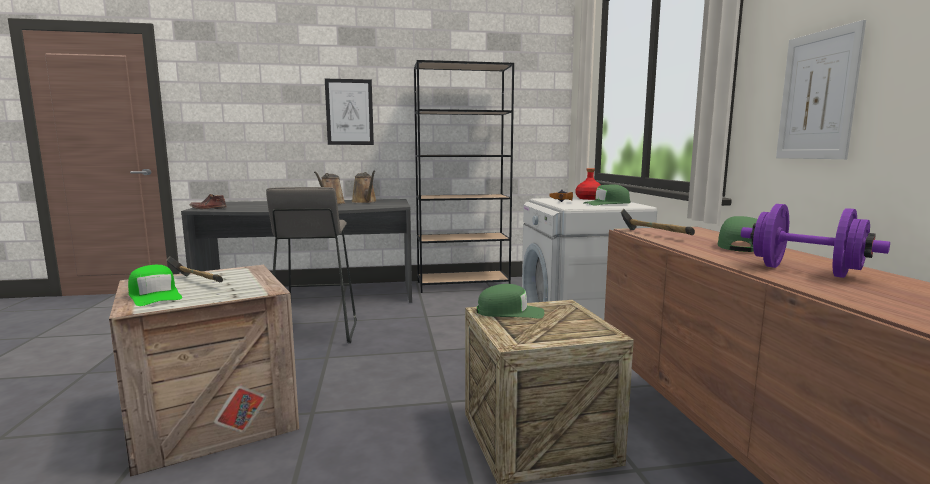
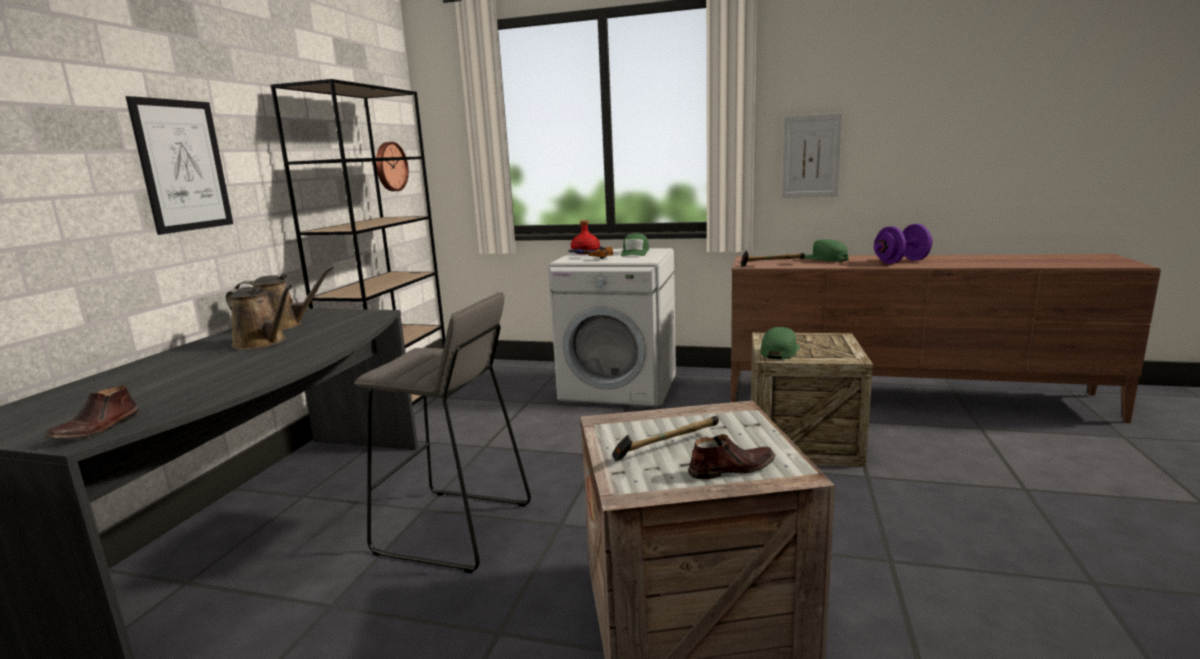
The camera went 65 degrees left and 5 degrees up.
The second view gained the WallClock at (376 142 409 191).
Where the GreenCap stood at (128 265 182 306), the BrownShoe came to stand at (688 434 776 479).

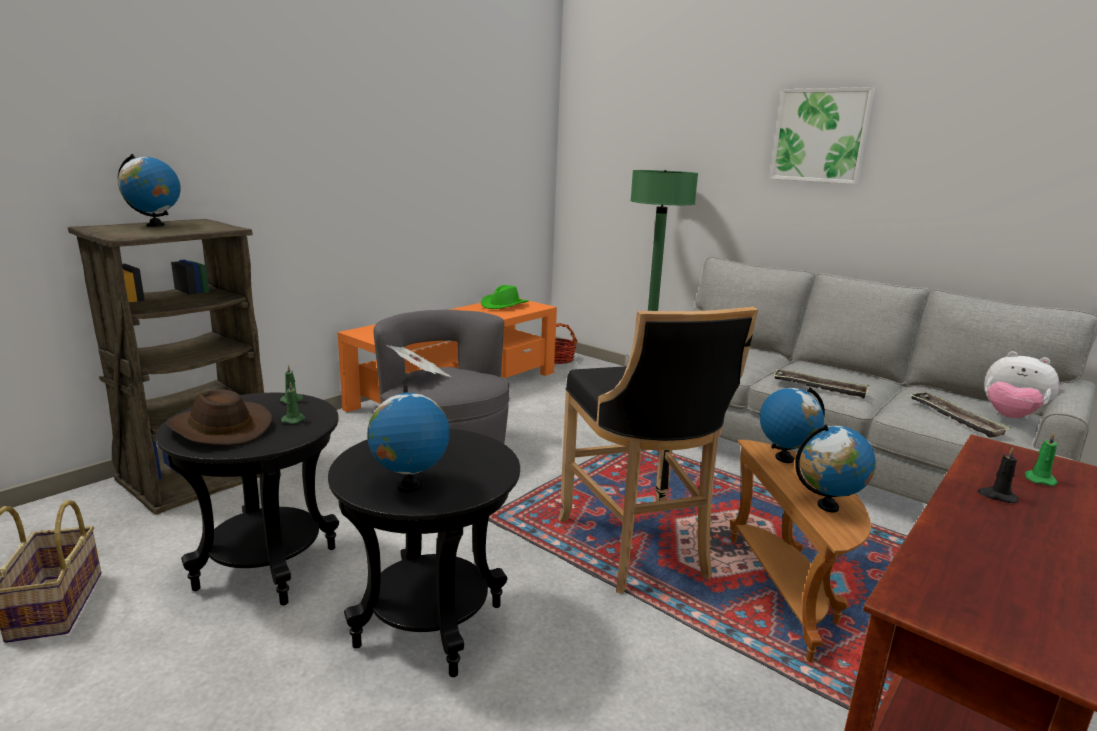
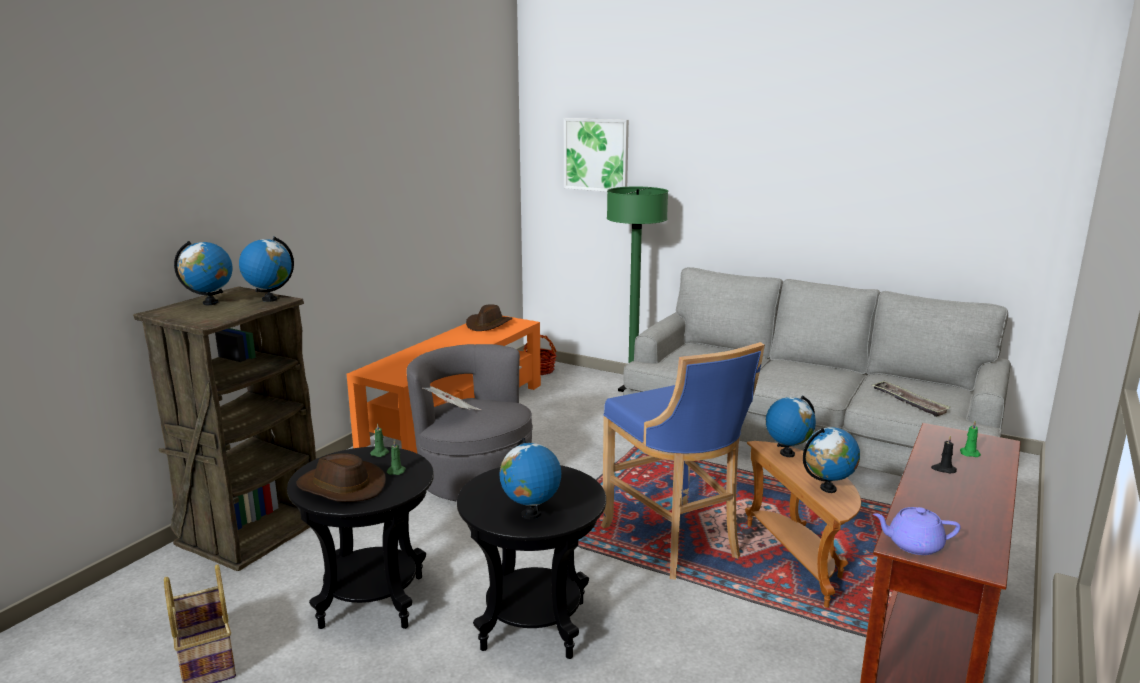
The camera went 10 degrees left and 0 degrees up.
The second view lost the Tray at (773 369 870 398).
The second view lost the PlushToy at (984 351 1060 420).
The second view gained the Globe at (239 236 294 302).
The second view gained the PurpleTeapot at (873 507 961 555).
The Picture ended up elsewhere, having gone from (770 87 875 184) to (564 118 629 192).
What was the GreenHat at (481 285 529 309) turned into the BrownHat at (466 305 512 331).
What was the BlackStool at (558 307 758 594) turned into the BlueStool at (601 342 765 579).

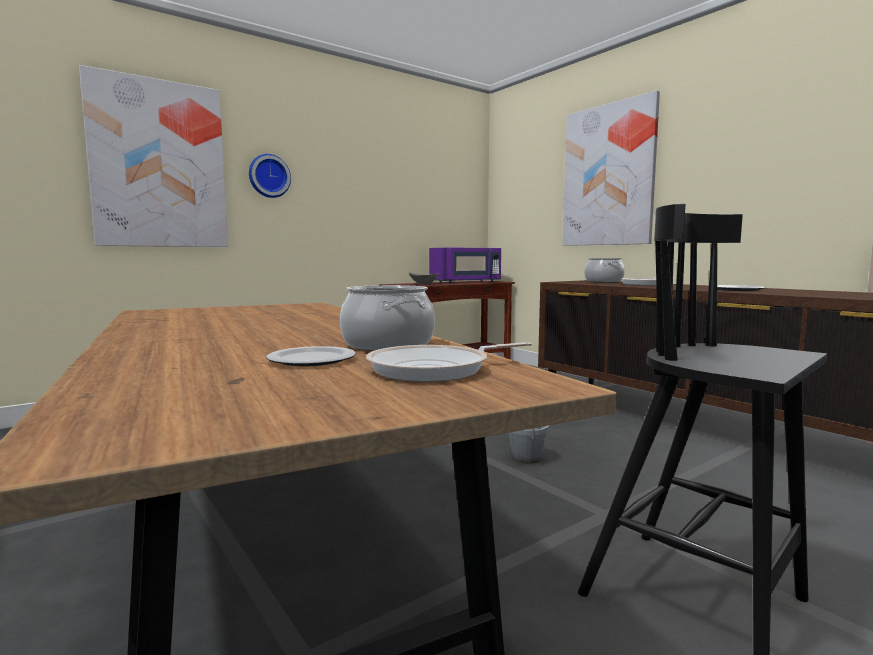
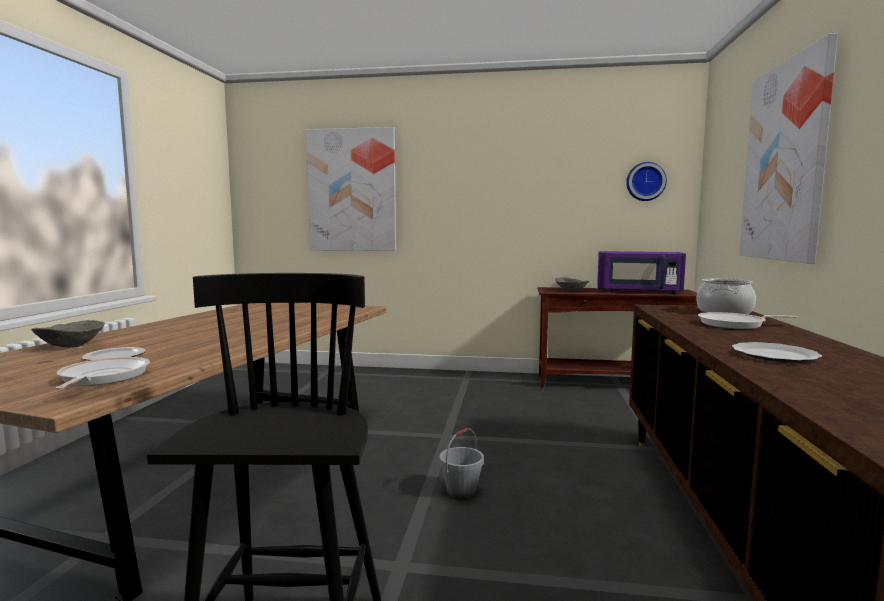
The camera went 45 degrees right and 0 degrees up.
The second view lost the CookingPot at (340 285 435 351).
The second view gained the GreyBowl at (31 320 105 347).
The WallClock ended up elsewhere, having gone from (249 154 291 198) to (626 162 667 201).
The FryingPan at (366 342 532 382) ended up facing another way, 60 degrees clockwise from before.

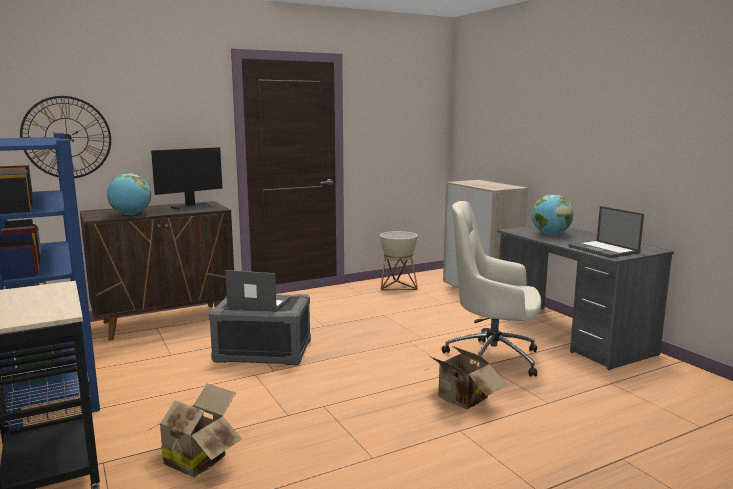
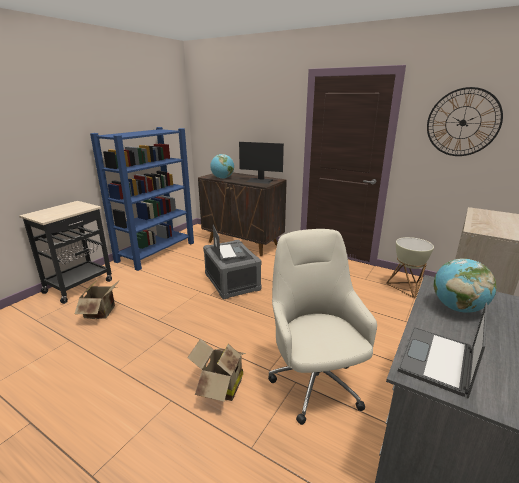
The camera went 60 degrees right and 10 degrees up.
The WallClock ended up elsewhere, having gone from (20 96 111 178) to (427 87 503 156).

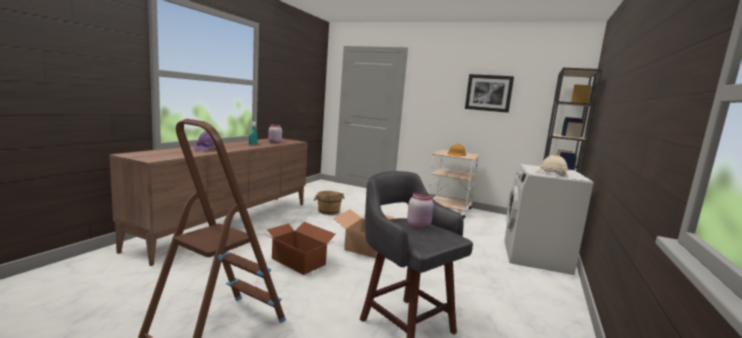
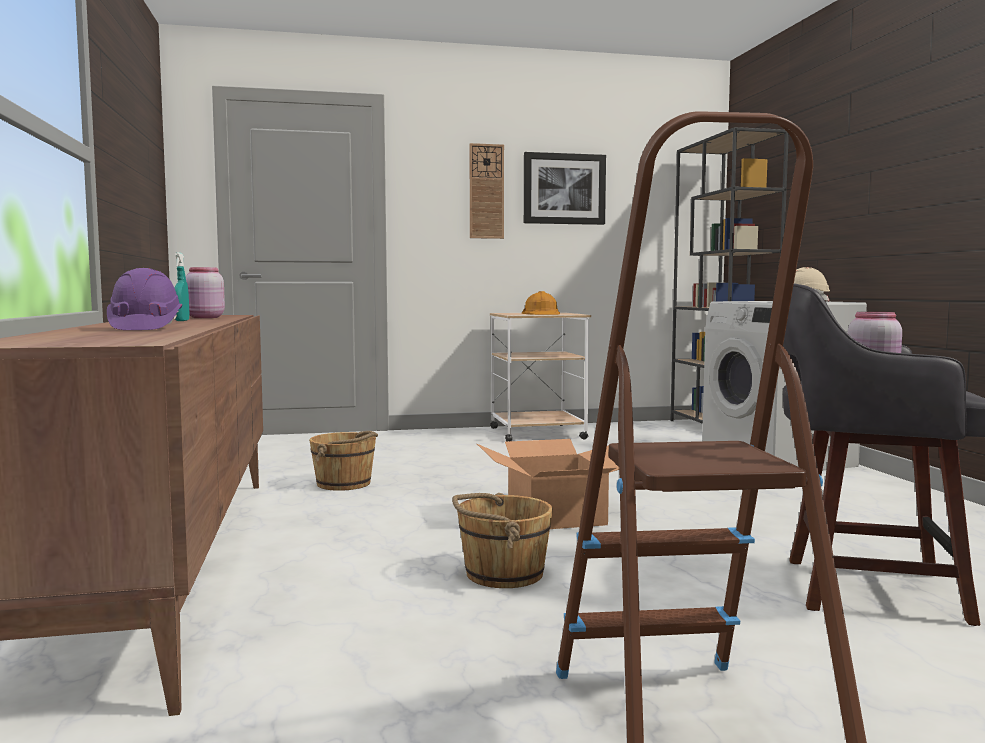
The camera went 35 degrees left and 5 degrees down.
The second view gained the WallClock at (470 143 504 239).
Where the CardboardBox stood at (264 222 336 275), the BrownBucket came to stand at (452 493 553 588).

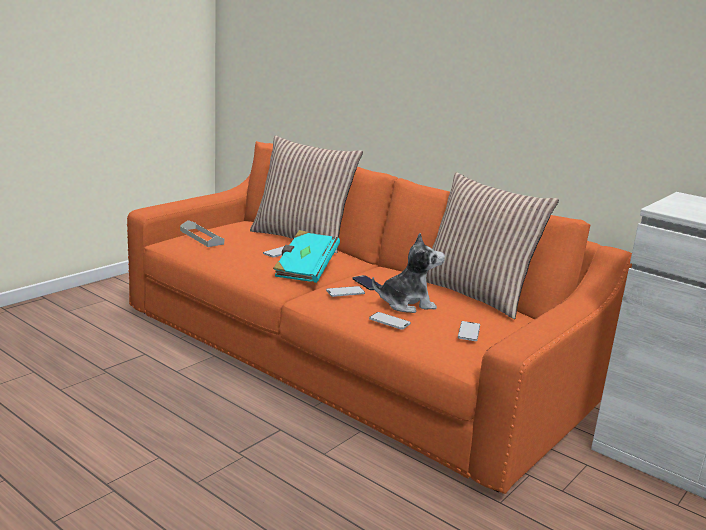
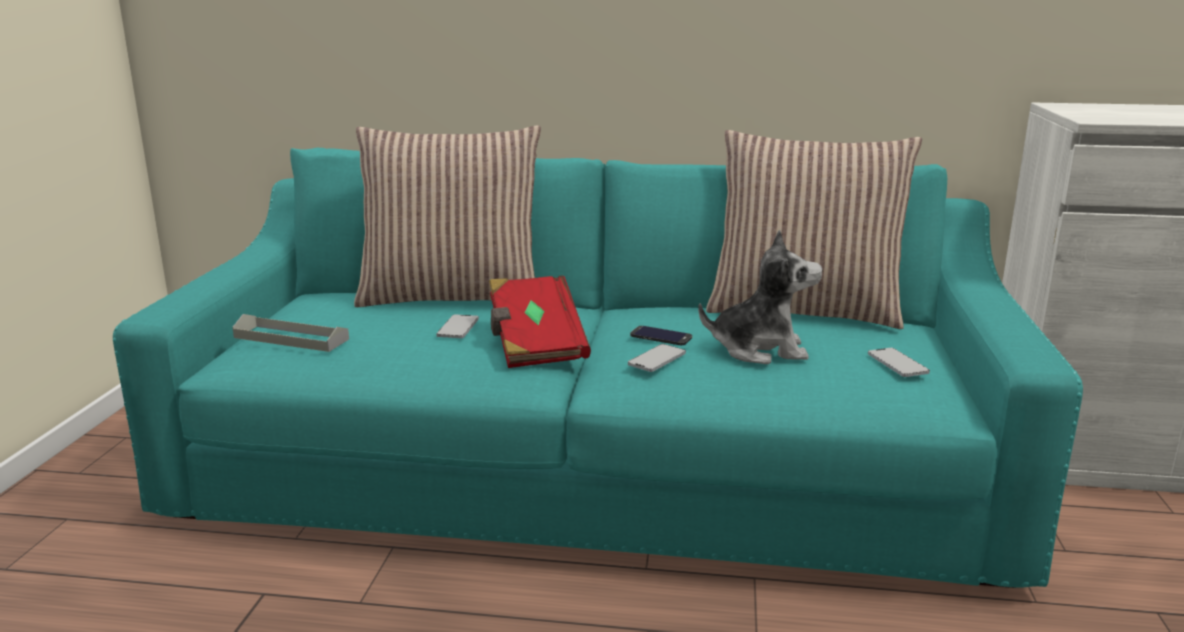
The camera went 30 degrees left and 0 degrees up.
The second view lost the Phone at (369 312 411 330).
What was the OrangeSofa at (127 141 632 494) turned into the TurquoiseSofa at (113 148 1083 588).
What was the TurquoiseBook at (273 230 340 283) turned into the RedBook at (489 276 591 368).
The PlushToy at (372 233 445 313) ended up facing another way, 45 degrees clockwise from before.

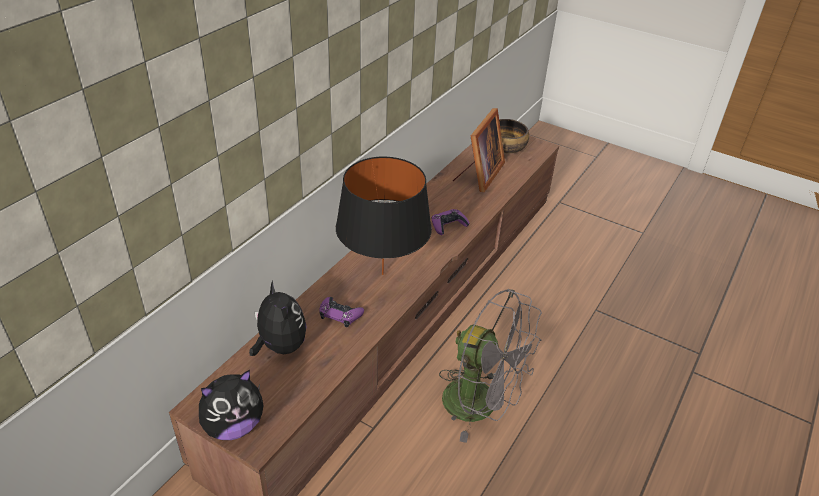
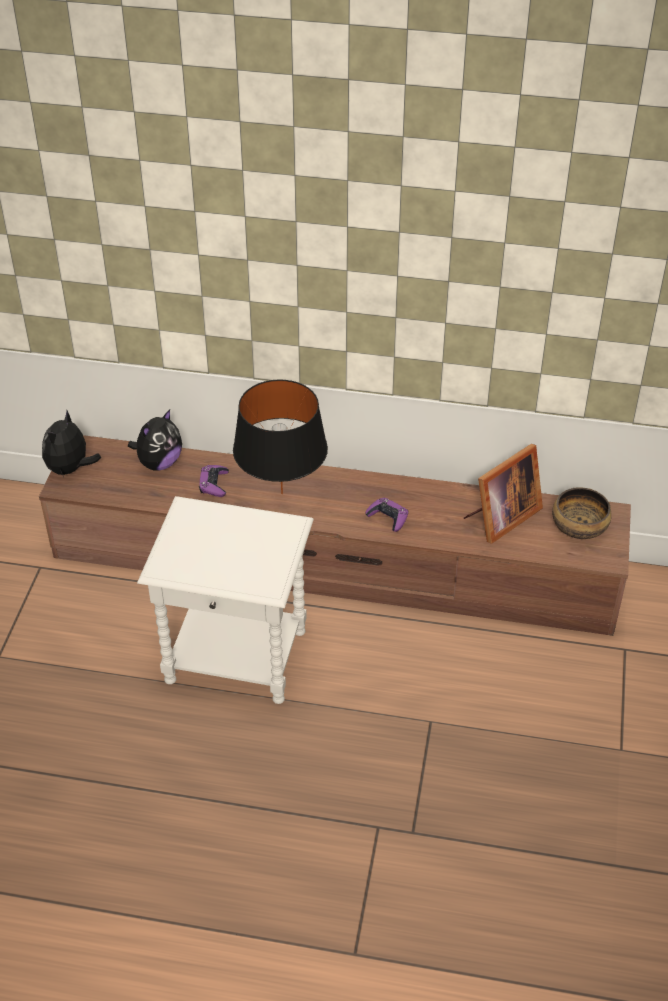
The camera went 70 degrees right and 5 degrees up.
Where the GreyFan stood at (439 289 542 443), the WhiteSideTable came to stand at (137 496 314 704).
The PlushToy at (199 369 263 440) ended up facing another way, 75 degrees clockwise from before.
The PictureFrame at (453 108 505 192) ended up facing another way, 45 degrees counterclockwise from before.

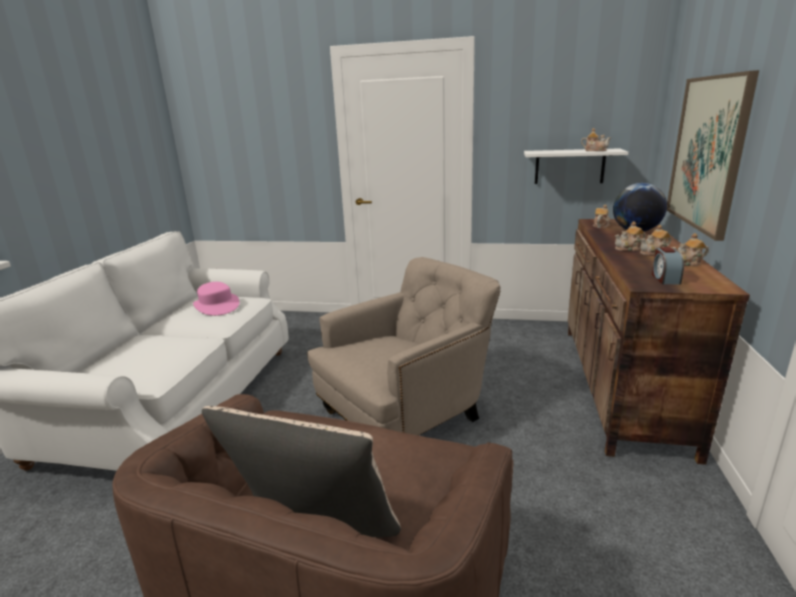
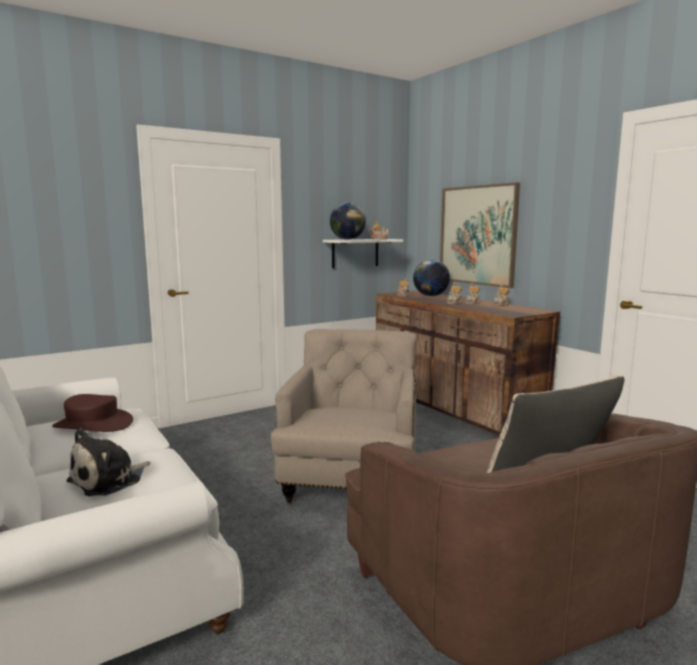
The camera went 45 degrees left and 10 degrees down.
The second view lost the AlarmClock at (652 247 684 284).
The second view gained the PlushToy at (66 428 150 496).
The second view gained the Globe at (330 202 366 240).
What was the PinkHat at (193 282 239 316) turned into the BrownHat at (52 394 133 432).

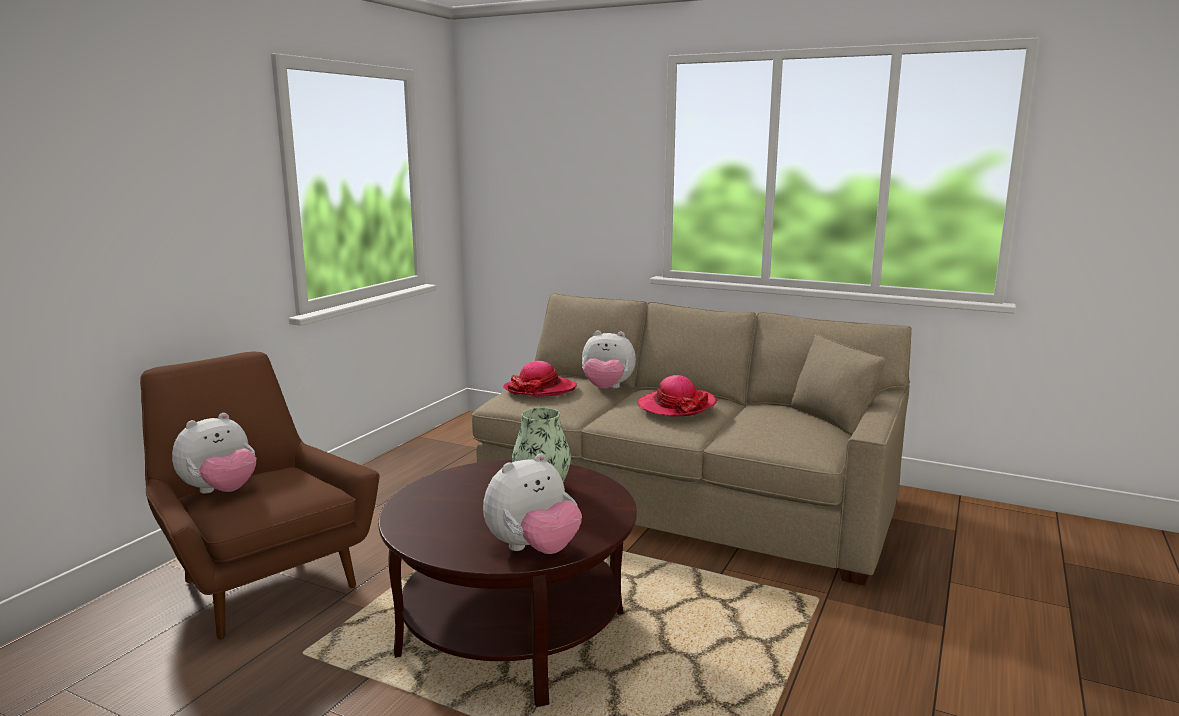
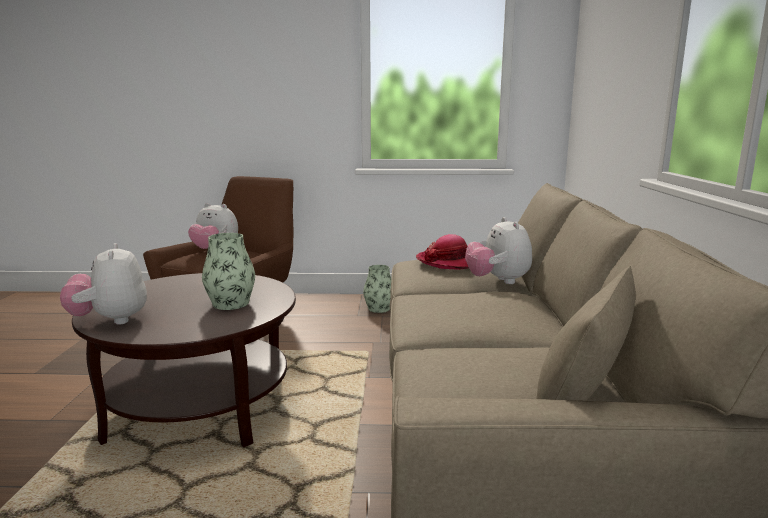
The camera went 65 degrees right and 0 degrees up.
The second view lost the Hat at (638 375 717 417).
The second view gained the Vase at (363 265 391 313).
The PlushToy at (483 453 582 554) ended up facing another way, 45 degrees clockwise from before.

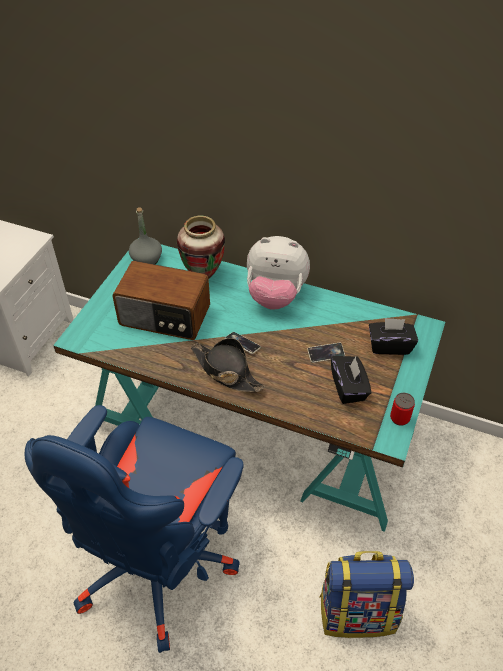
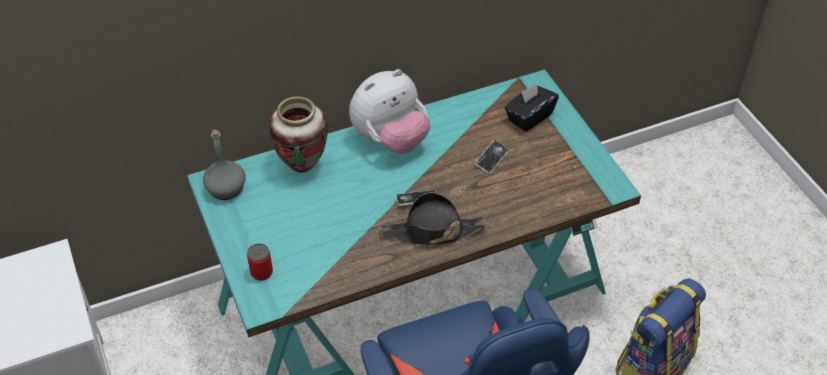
The camera went 45 degrees left and 0 degrees up.
The second view lost the Radio at (112 261 210 340).
The second view lost the BlackTissueBox at (331 356 371 404).
The Can ended up elsewhere, having gone from (390 393 415 426) to (247 244 273 281).

